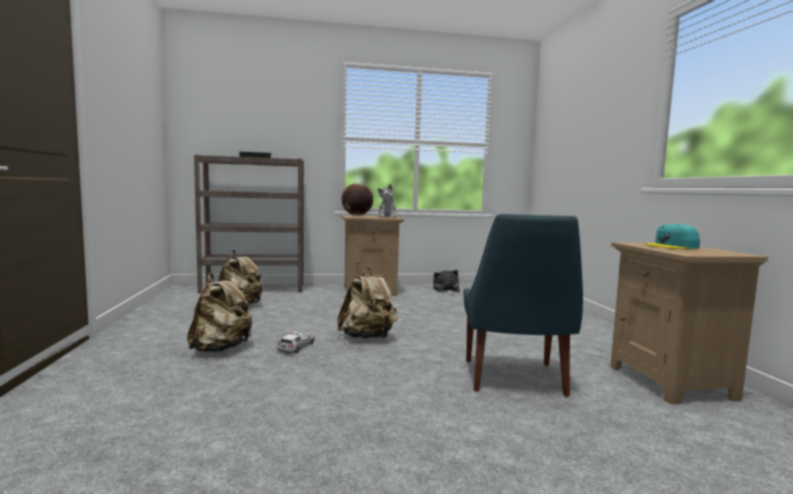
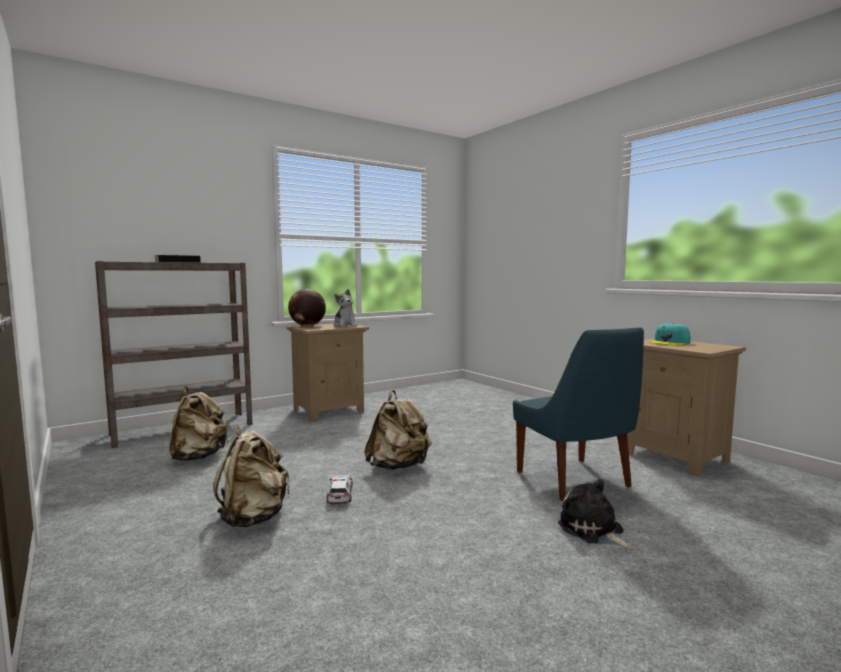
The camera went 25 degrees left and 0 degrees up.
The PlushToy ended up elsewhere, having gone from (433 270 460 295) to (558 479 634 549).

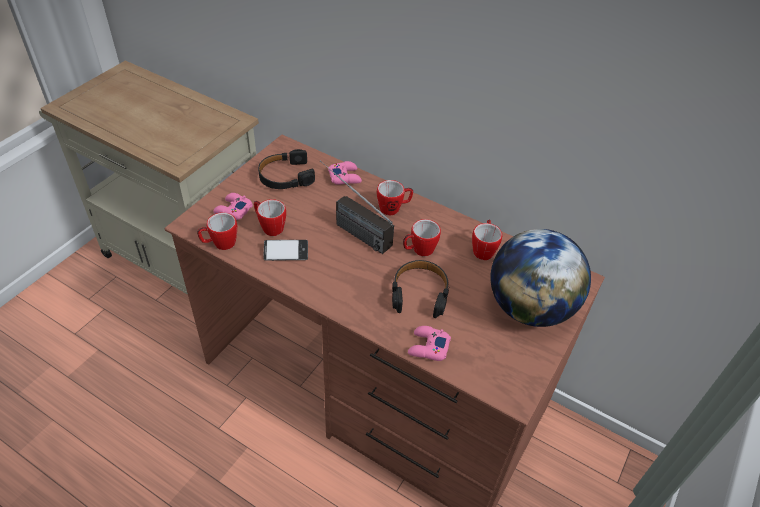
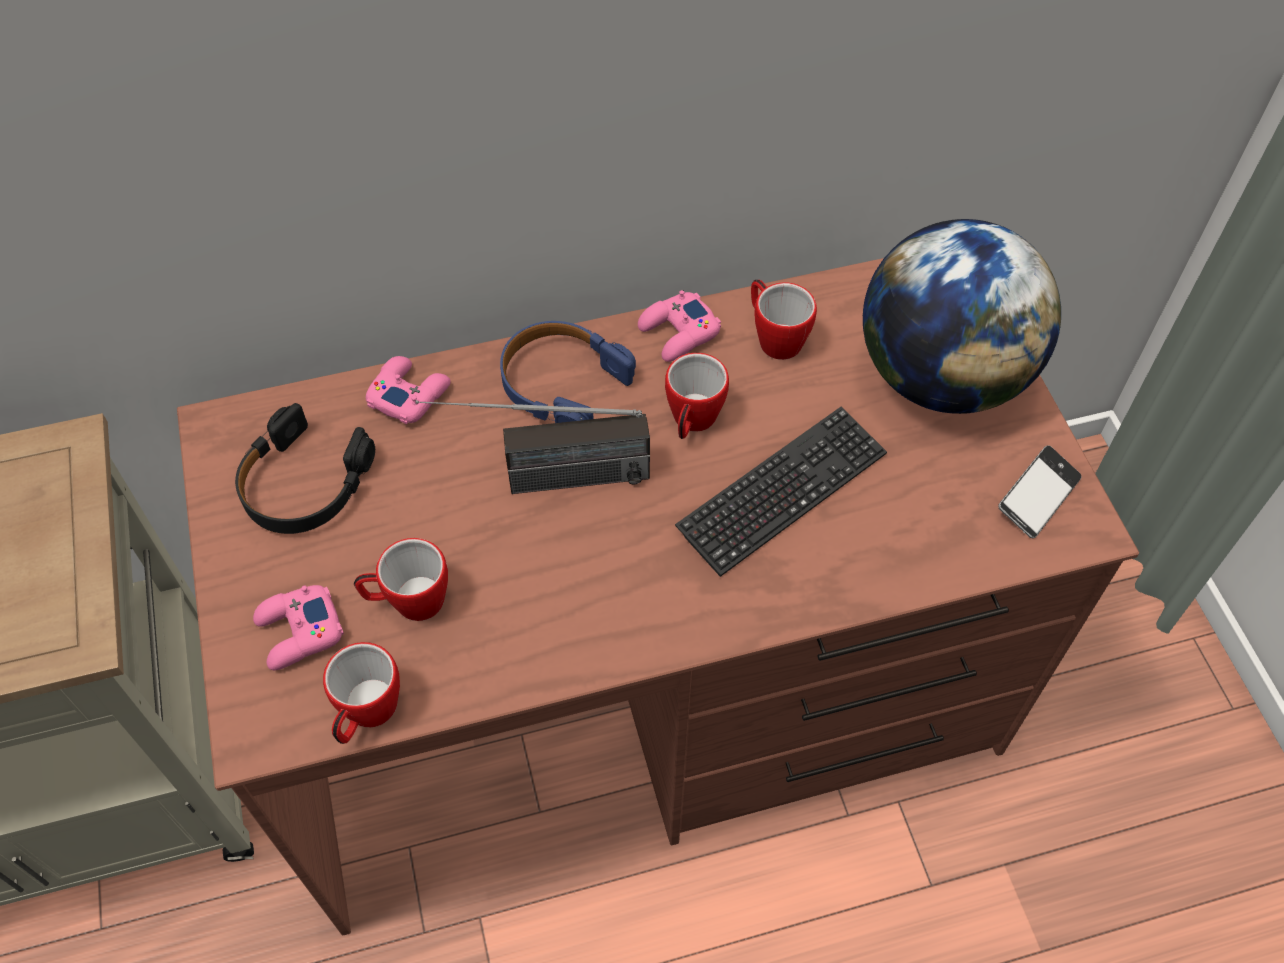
The camera went 45 degrees left and 10 degrees up.
The Phone ended up elsewhere, having gone from (263 240 308 261) to (998 445 1082 538).
The PinkGameController ended up elsewhere, having gone from (408 326 451 361) to (638 290 721 362).
Where the Mug stood at (377 180 413 215), the BlueHeadphones came to stand at (500 321 636 423).
Where the BlackHeadphones stood at (392 260 449 318), the Keyboard came to stand at (675 406 887 577).

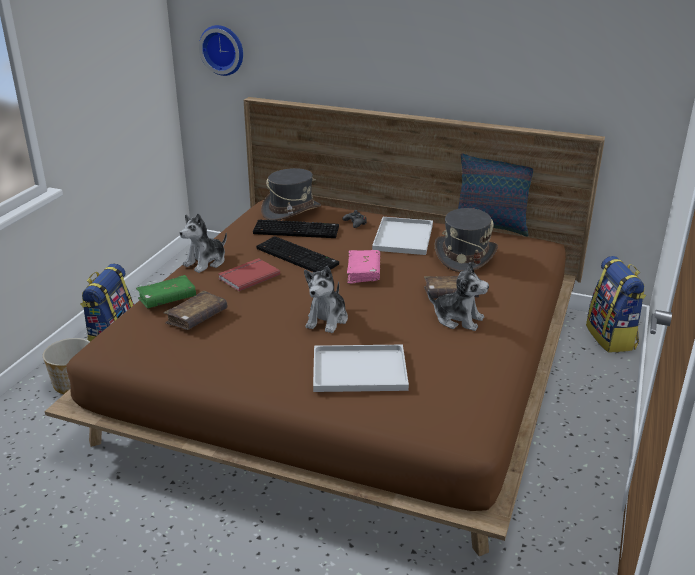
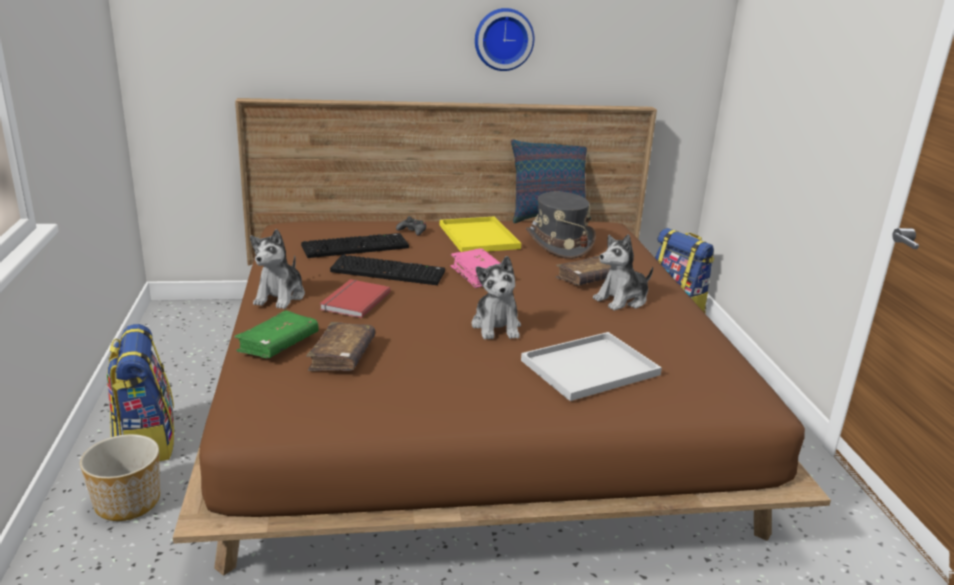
The camera went 30 degrees left and 5 degrees down.
The second view lost the GreyHat at (261 168 321 221).
The WallClock ended up elsewhere, having gone from (199 25 243 76) to (475 8 534 71).
What was the WhiteTray at (372 217 433 255) turned into the YellowTray at (440 216 521 252).
The PlushToy at (428 262 489 331) ended up facing another way, 150 degrees clockwise from before.

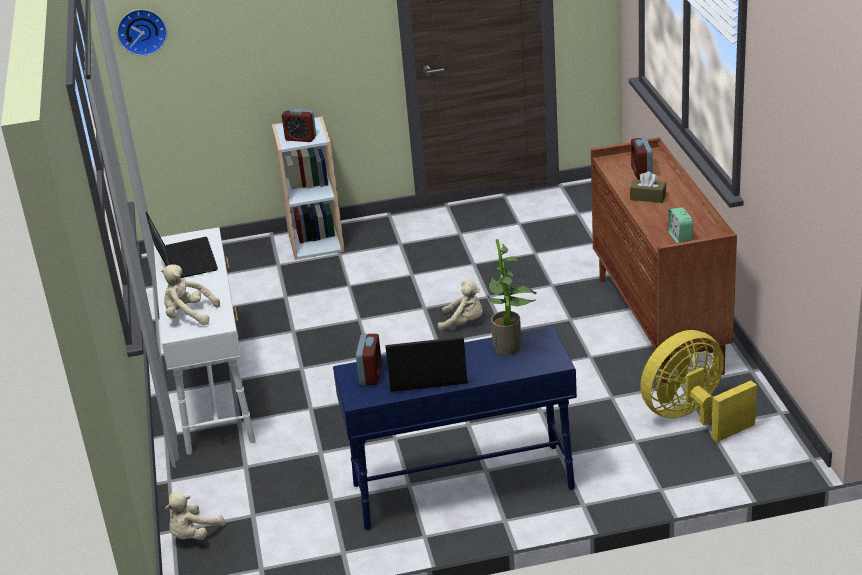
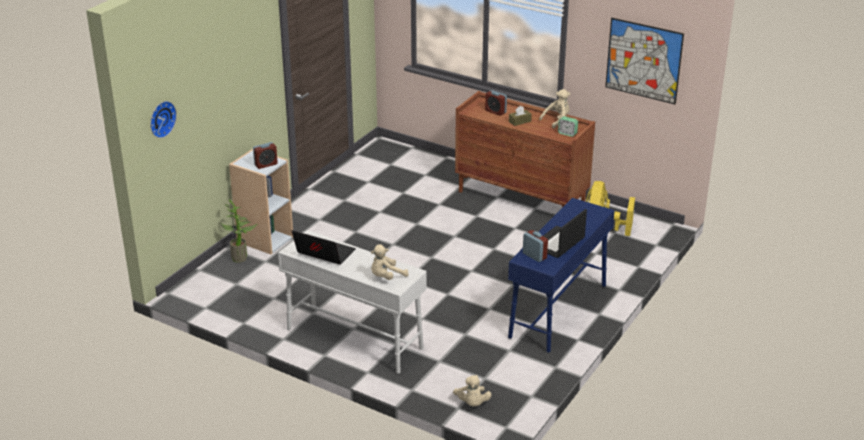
The camera went 50 degrees left and 0 degrees up.
The second view gained the Picture at (605 18 684 104).
The BeigePlushToy ended up elsewhere, having gone from (438 280 483 331) to (539 89 570 129).
The PottedPlant ended up elsewhere, having gone from (487 239 537 356) to (220 200 257 263).

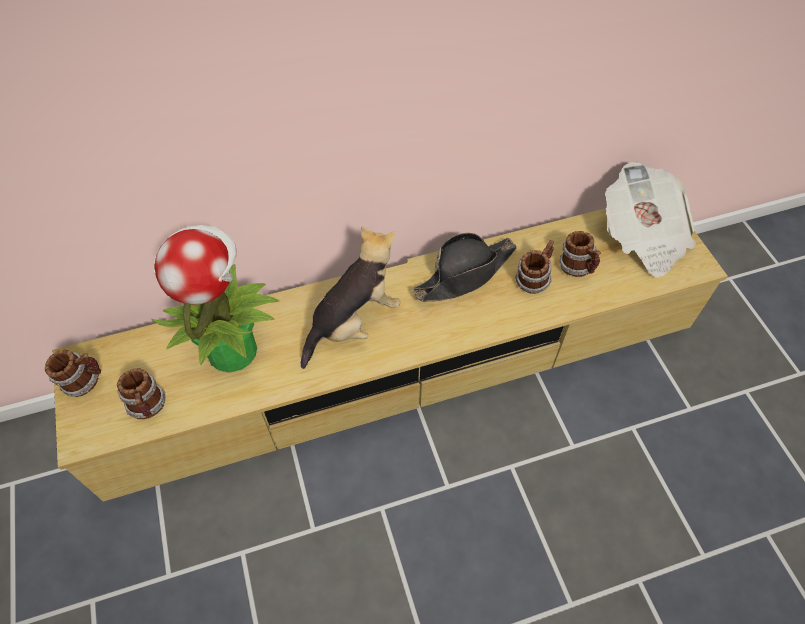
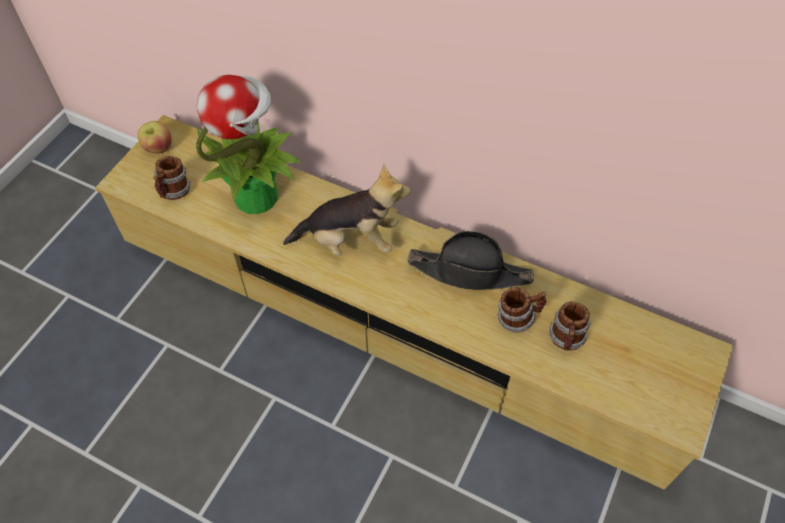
The camera went 45 degrees right and 0 degrees up.
The second view lost the Newspaper at (605 161 696 278).
Where the Mug stood at (45 349 101 397), the Apple came to stand at (138 121 172 153).

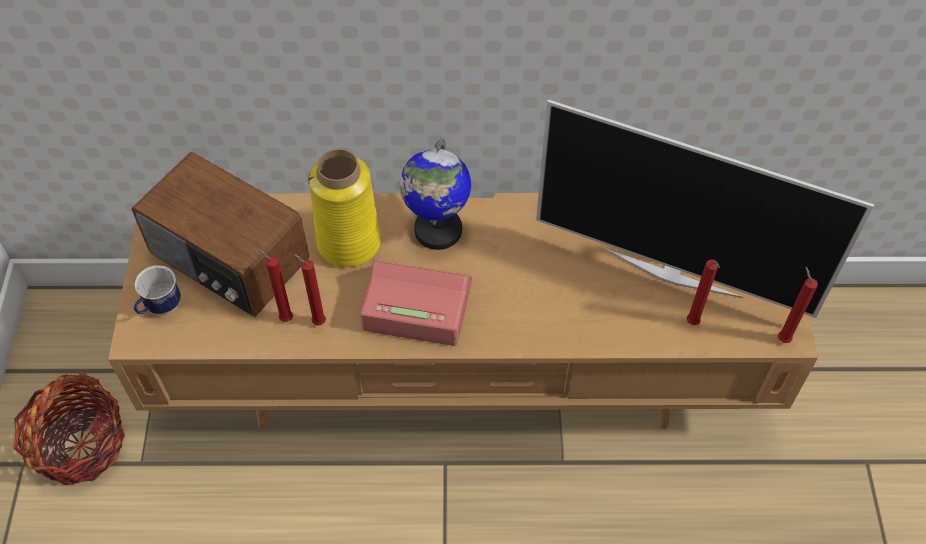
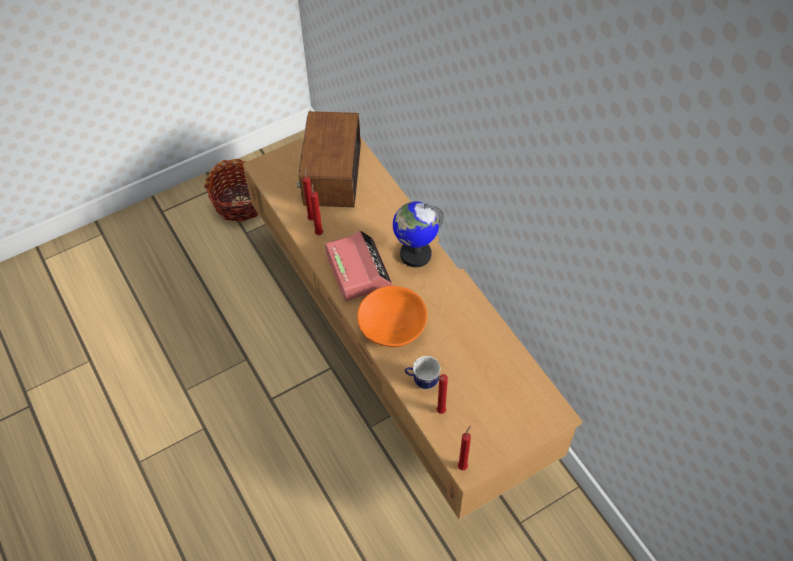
The camera went 60 degrees right and 0 degrees up.
The second view lost the YellowVase at (308 149 381 267).
The second view lost the Television at (536 100 874 318).
The second view gained the OrangeBowl at (357 286 427 347).
The Mug ended up elsewhere, having gone from (134 265 181 315) to (405 356 441 389).

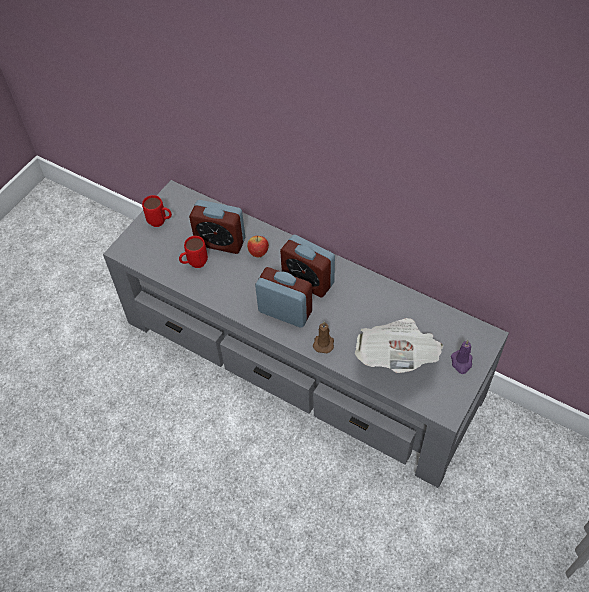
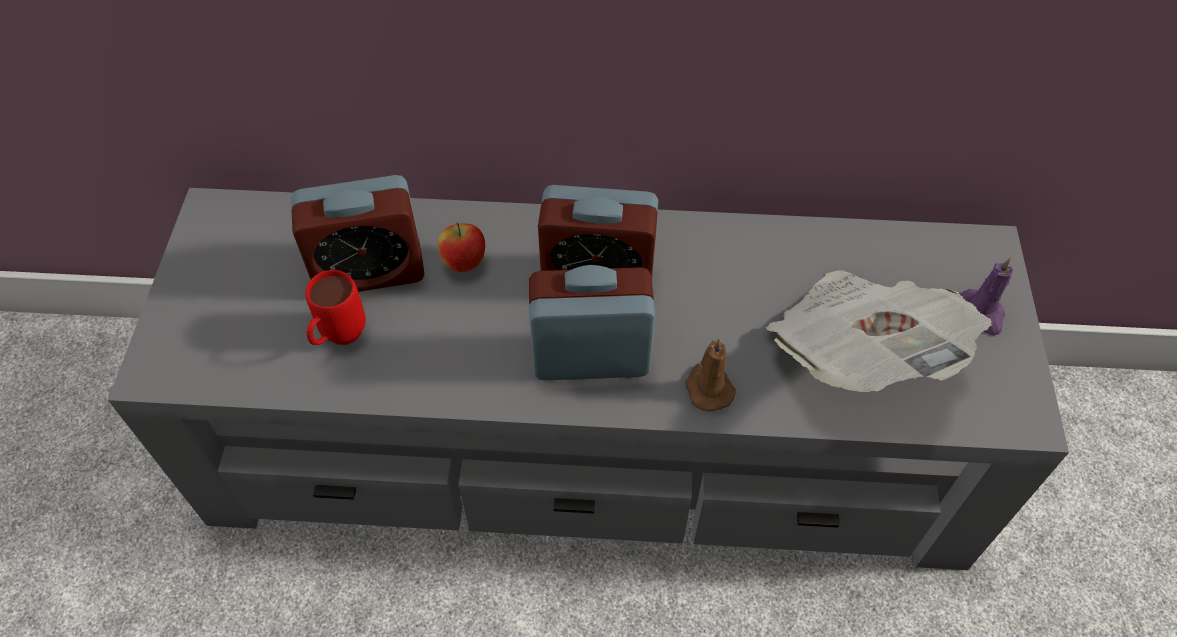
The camera went 30 degrees left and 0 degrees up.
The second view lost the RedMug at (142 195 172 227).

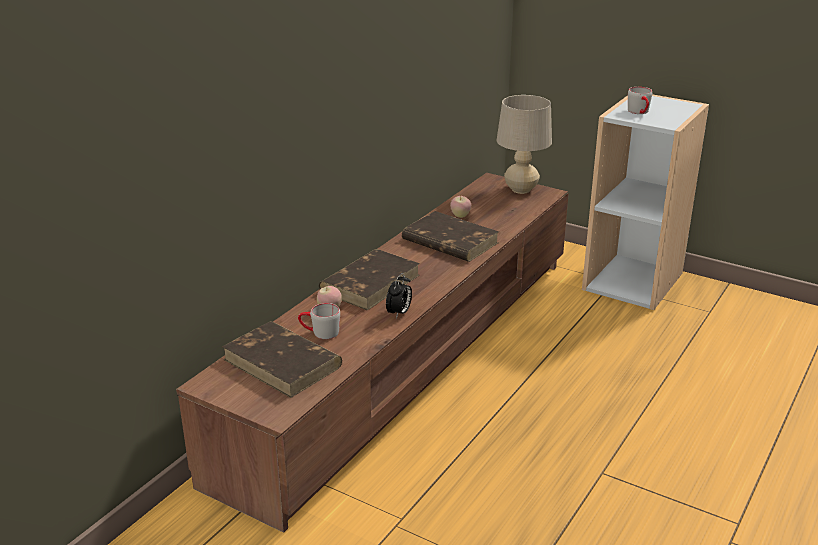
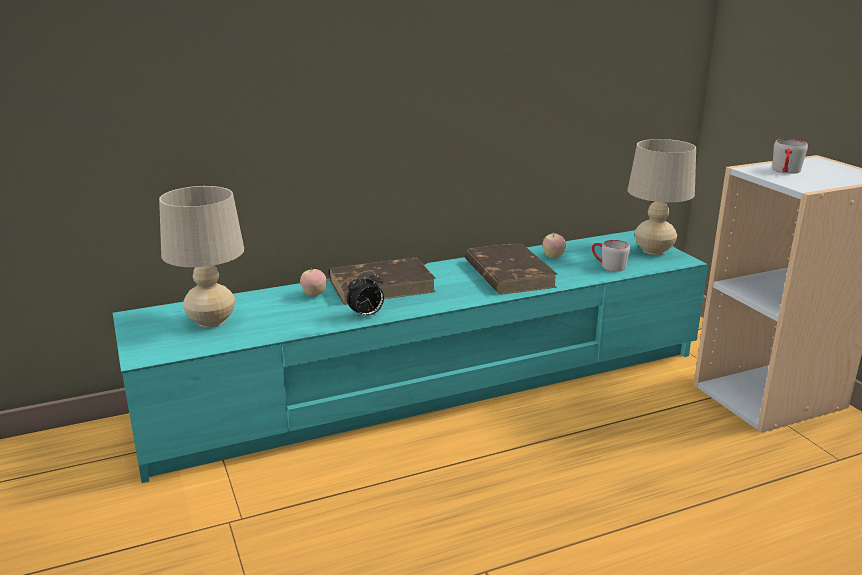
The camera went 35 degrees right and 5 degrees down.
The GreyMug ended up elsewhere, having gone from (298 303 340 339) to (592 240 630 272).
Where the BrownBook stood at (222 321 342 398), the BeigeTableLamp came to stand at (159 186 244 328).
What was the BrownTvStand at (176 173 569 533) turned into the TurquoiseTvStand at (113 230 708 483).

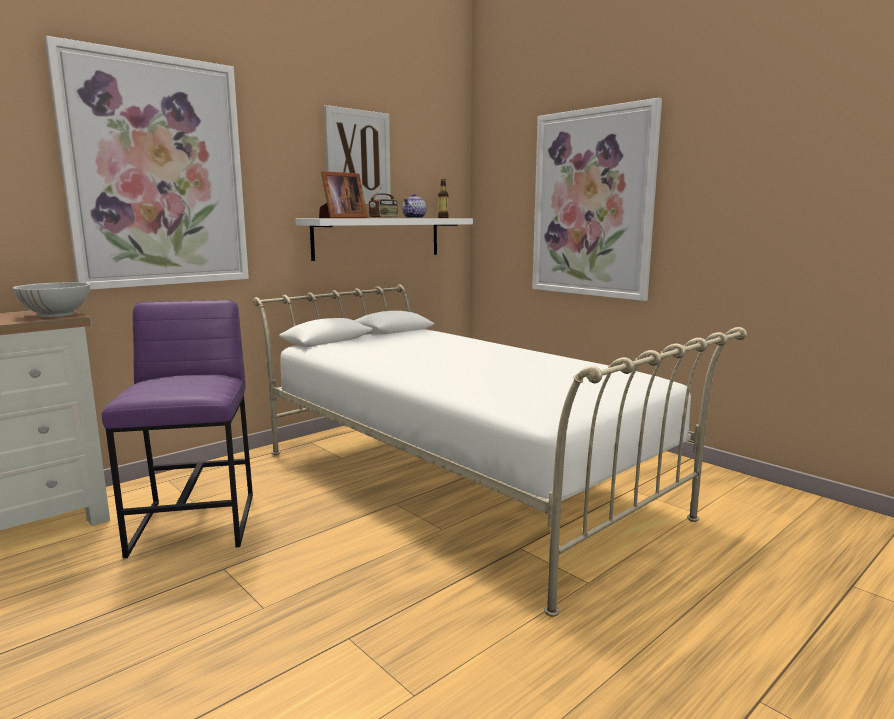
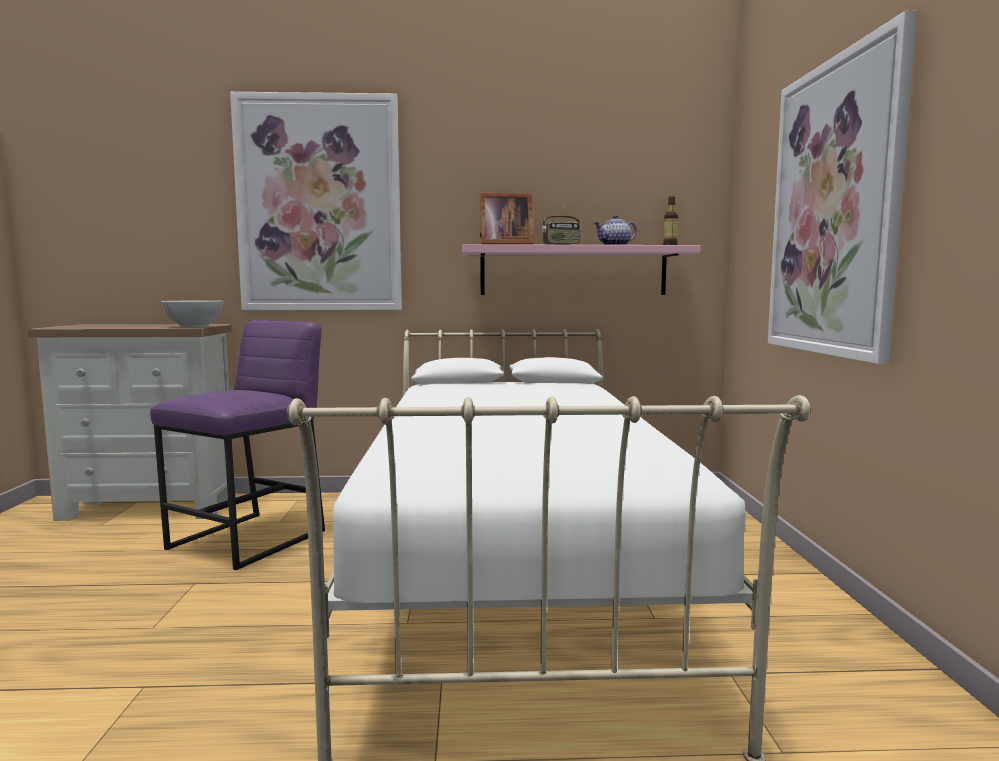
The camera went 40 degrees right and 5 degrees down.
The second view lost the Picture at (324 105 391 204).
What was the WhiteShelf at (295 218 473 261) turned into the PinkShelf at (462 244 701 295).

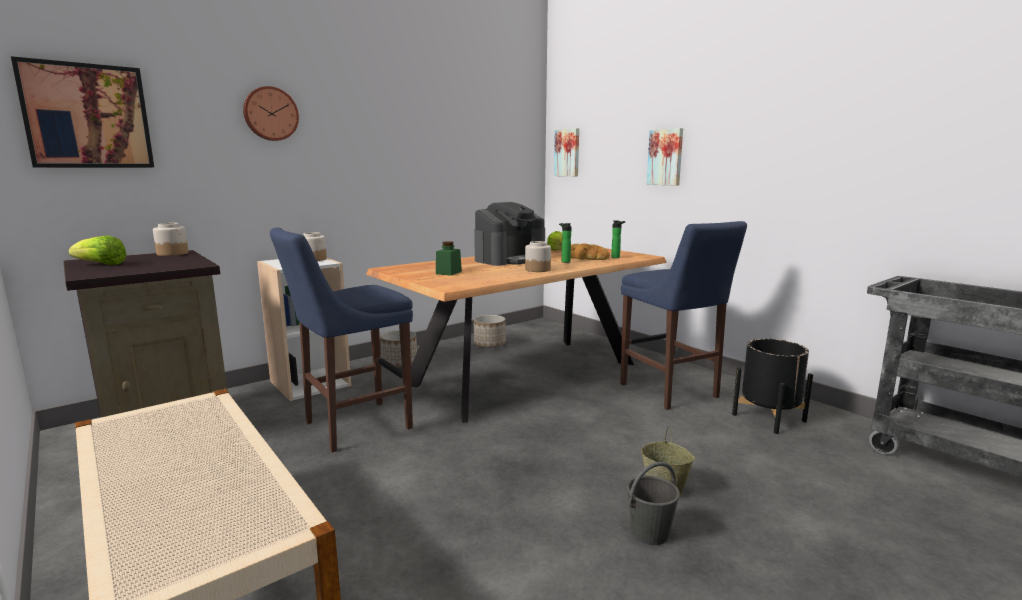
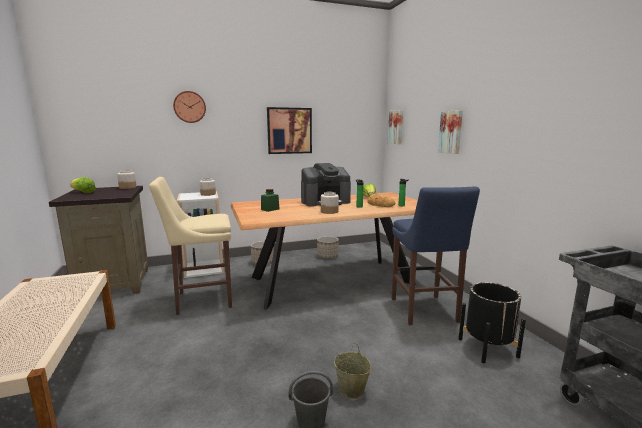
The camera went 20 degrees right and 0 degrees up.
The Picture ended up elsewhere, having gone from (11 56 154 168) to (267 107 312 154).
What was the BlueStool at (270 227 413 453) turned into the BeigeStool at (149 177 232 315).

